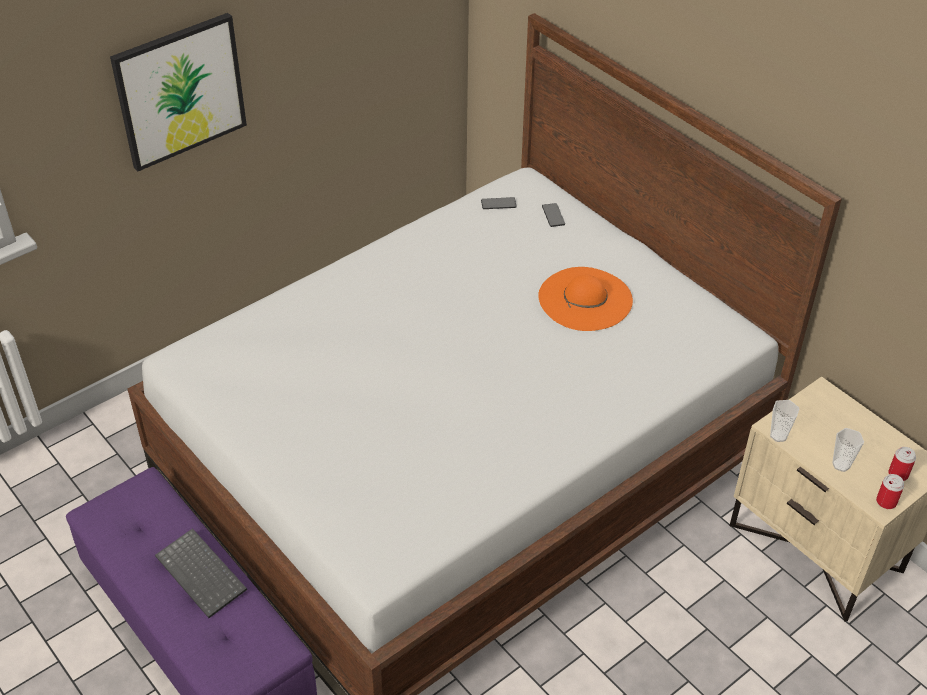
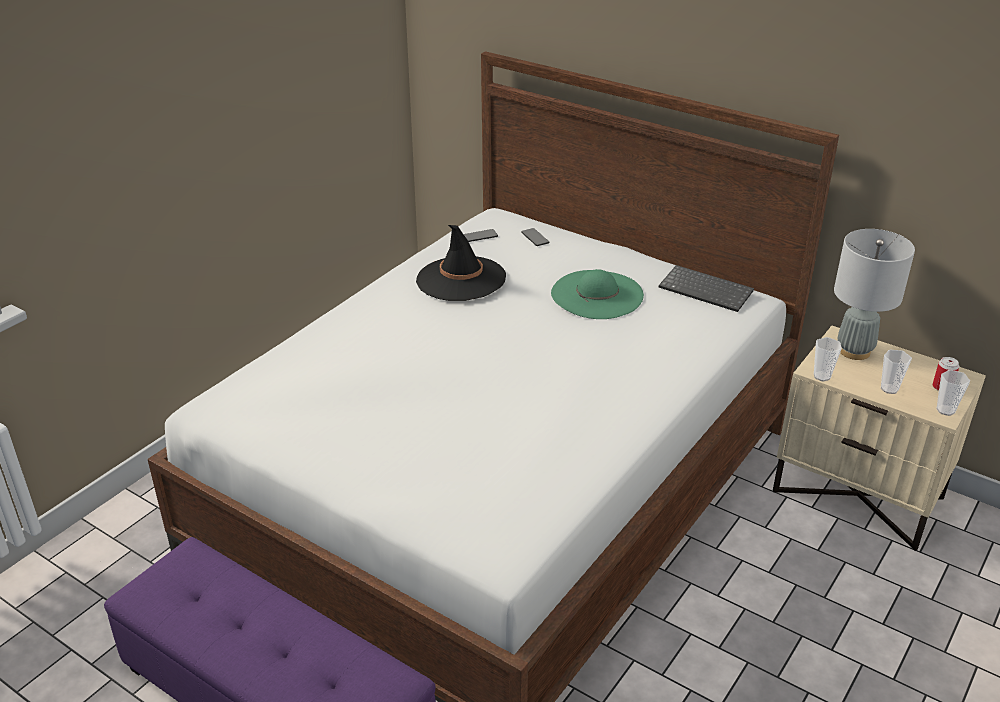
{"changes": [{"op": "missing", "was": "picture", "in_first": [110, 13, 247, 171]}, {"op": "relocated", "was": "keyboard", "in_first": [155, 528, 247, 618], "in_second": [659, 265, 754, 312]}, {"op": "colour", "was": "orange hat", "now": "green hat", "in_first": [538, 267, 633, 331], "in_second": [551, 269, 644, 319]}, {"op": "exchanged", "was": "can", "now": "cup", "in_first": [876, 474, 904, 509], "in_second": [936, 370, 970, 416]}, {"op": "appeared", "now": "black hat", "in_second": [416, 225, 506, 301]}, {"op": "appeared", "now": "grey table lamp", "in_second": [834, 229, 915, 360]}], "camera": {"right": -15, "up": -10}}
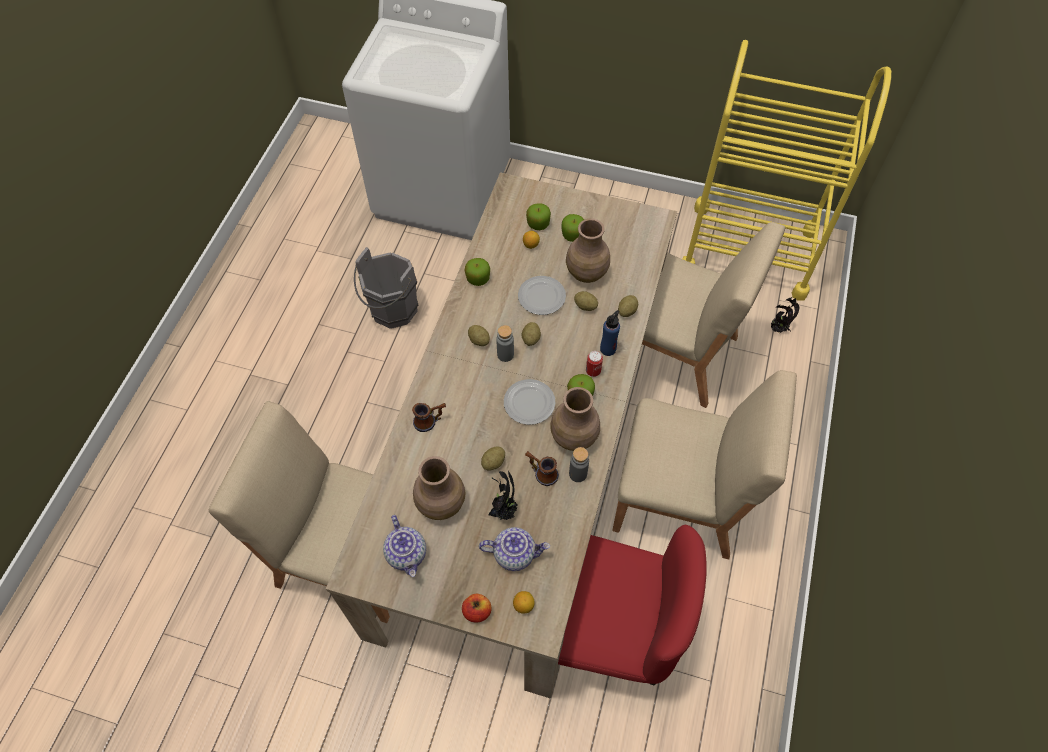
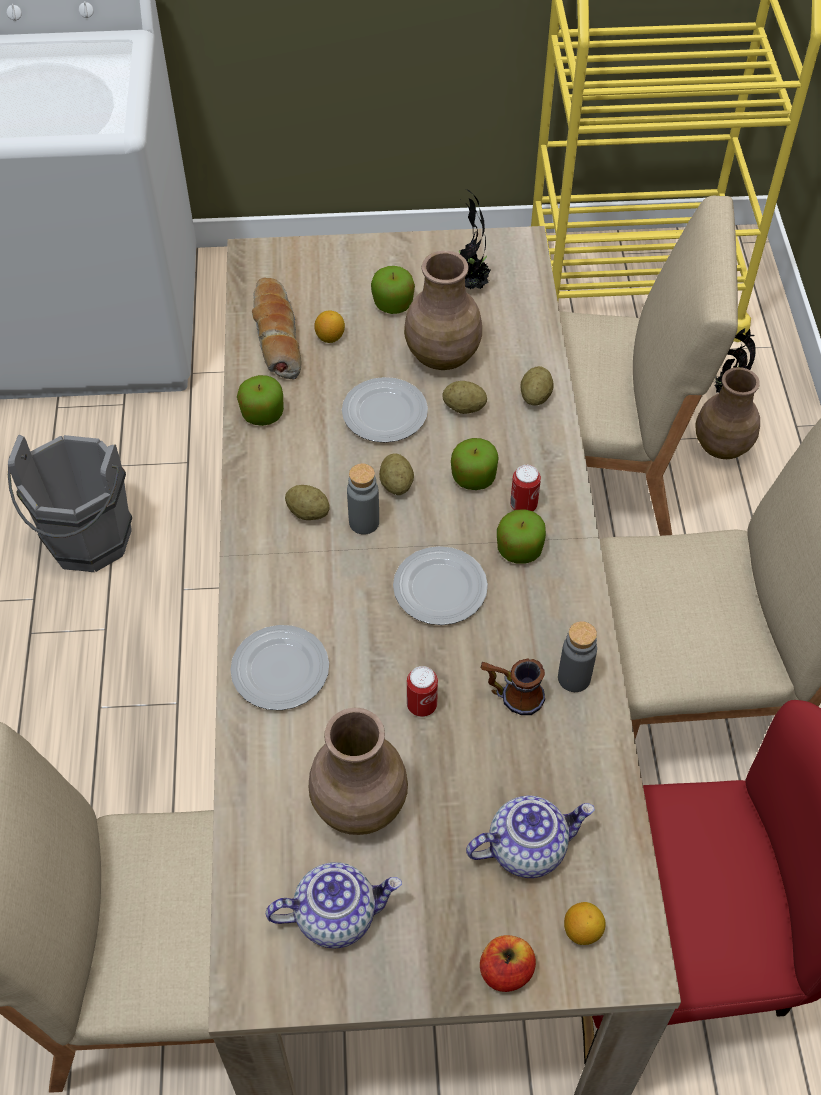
{"changes": [{"op": "spun", "was": "teapot", "in_first": [383, 515, 426, 577], "in_second": [266, 862, 402, 949], "clockwise": -60}, {"op": "exchanged", "was": "mug", "now": "plate", "in_first": [412, 403, 446, 432], "in_second": [230, 625, 329, 710]}, {"op": "exchanged", "was": "potato", "now": "can", "in_first": [481, 446, 505, 471], "in_second": [407, 666, 438, 717]}, {"op": "relocated", "was": "potted plant", "in_first": [488, 471, 518, 520], "in_second": [459, 189, 491, 289]}, {"op": "relocated", "was": "apple", "in_first": [526, 203, 551, 230], "in_second": [451, 438, 499, 490]}, {"op": "relocated", "was": "brown vase", "in_first": [550, 387, 600, 451], "in_second": [695, 367, 760, 459]}, {"op": "missing", "was": "blue bottle", "in_first": [600, 310, 620, 356]}, {"op": "appeared", "now": "bread", "in_second": [252, 278, 301, 380]}], "camera": {"right": -20, "up": -5}}
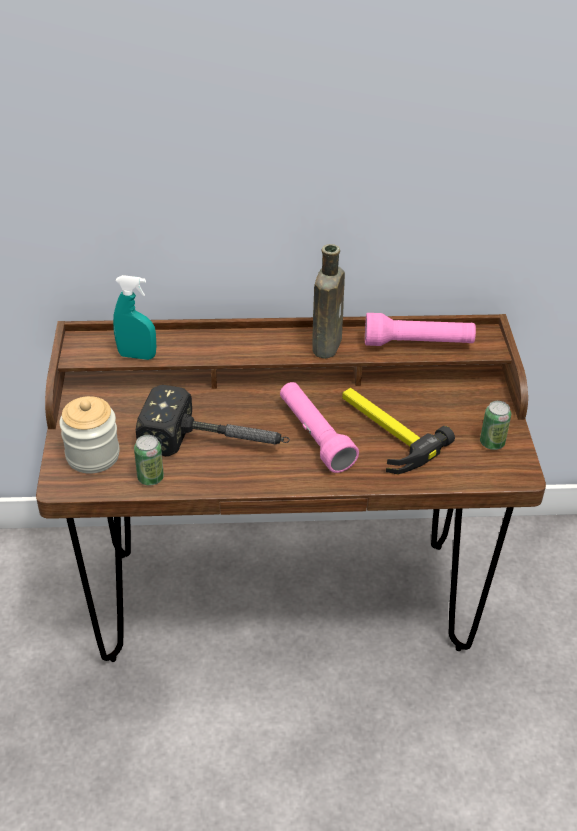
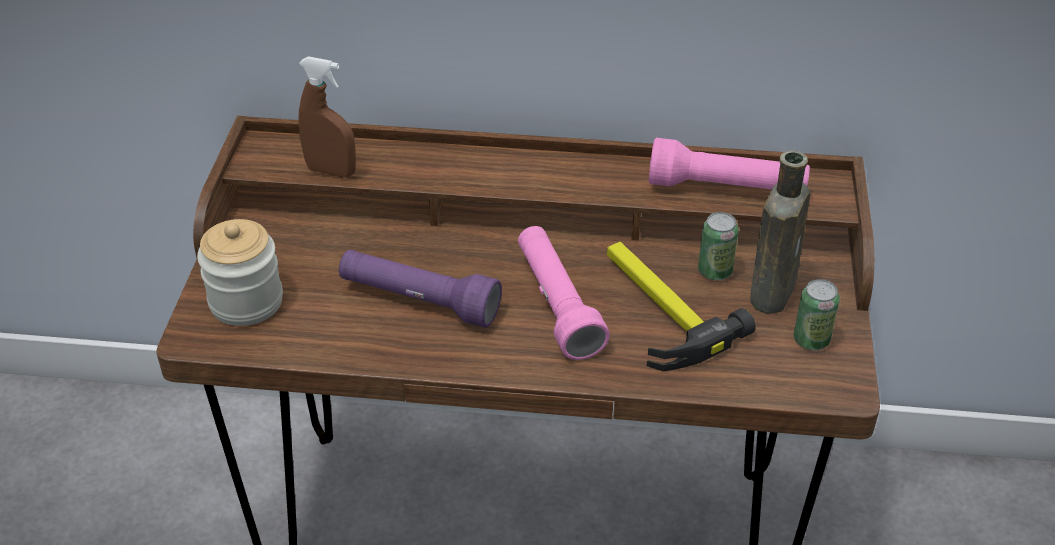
{"changes": [{"op": "colour", "was": "turquoise spray bottle", "now": "brown spray bottle", "in_first": [113, 275, 156, 360], "in_second": [298, 56, 356, 177]}, {"op": "relocated", "was": "can", "in_first": [134, 435, 164, 486], "in_second": [698, 212, 739, 280]}, {"op": "exchanged", "was": "hammer", "now": "purple flashlight", "in_first": [136, 385, 290, 456], "in_second": [339, 250, 502, 328]}, {"op": "relocated", "was": "brown bottle", "in_first": [312, 244, 345, 359], "in_second": [750, 150, 811, 314]}], "camera": {"right": 10, "up": 0}}
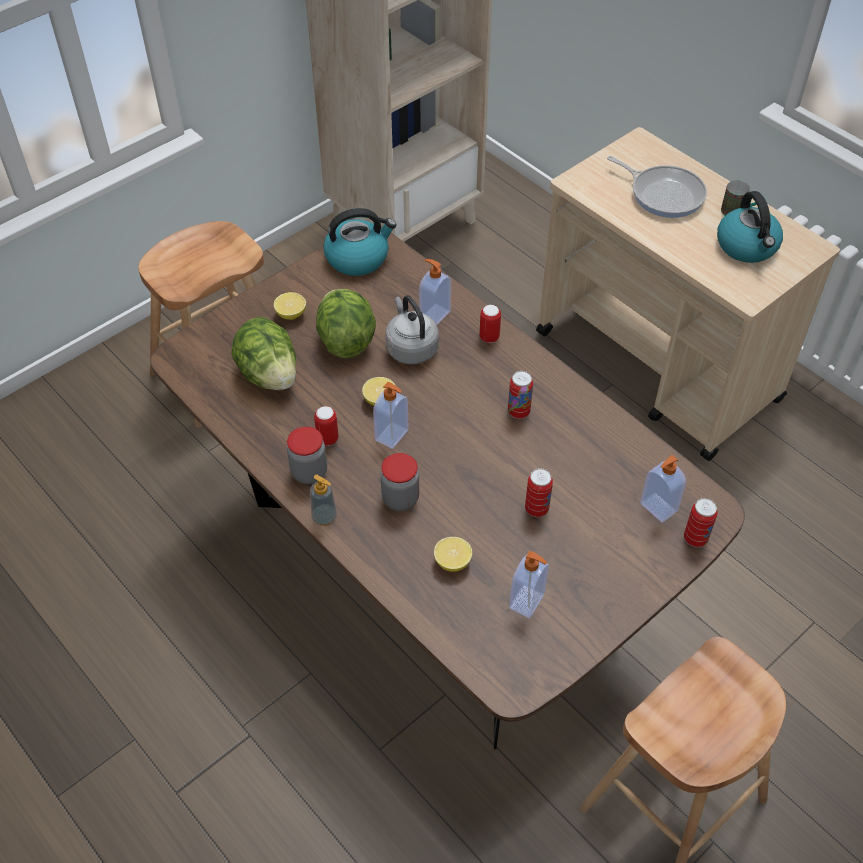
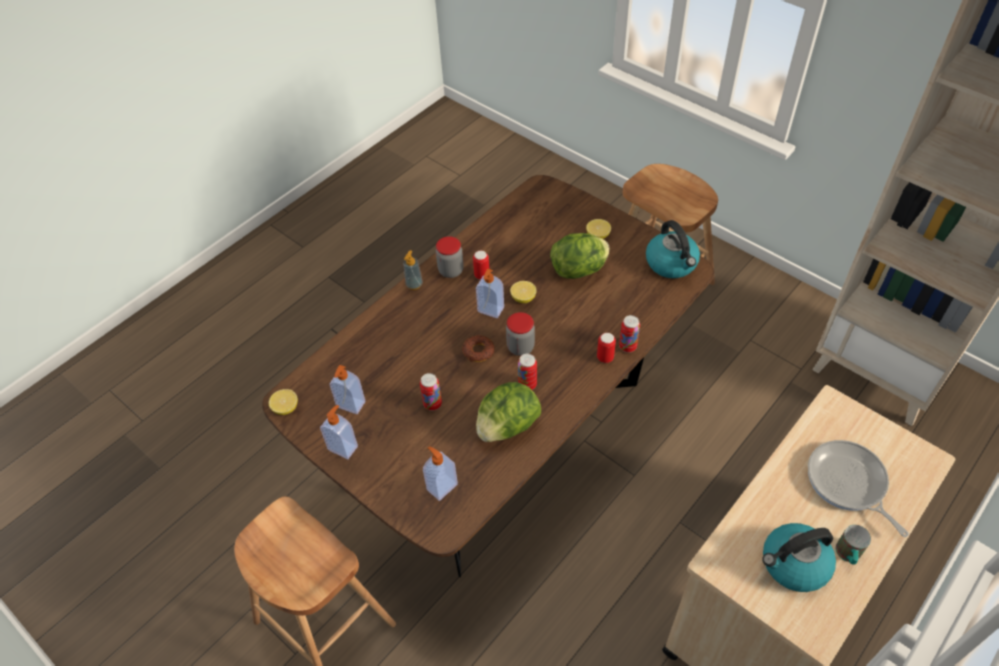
{"changes": [{"op": "relocated", "was": "lettuce", "in_first": [231, 317, 296, 390], "in_second": [476, 382, 541, 442]}, {"op": "relocated", "was": "jar", "in_first": [380, 453, 419, 511], "in_second": [506, 312, 535, 356]}, {"op": "missing", "was": "grey kettle", "in_first": [385, 295, 439, 364]}, {"op": "relocated", "was": "soap dispenser", "in_first": [419, 259, 451, 325], "in_second": [320, 405, 358, 459]}, {"op": "relocated", "was": "lemon", "in_first": [434, 537, 472, 572], "in_second": [269, 389, 298, 415]}, {"op": "spun", "was": "frying pan", "in_first": [607, 156, 707, 218], "in_second": [808, 440, 909, 537], "clockwise": 120}, {"op": "relocated", "was": "can", "in_first": [684, 498, 718, 547], "in_second": [619, 315, 640, 353]}, {"op": "appeared", "now": "donut", "in_second": [462, 335, 494, 362]}], "camera": {"right": 85, "up": 0}}
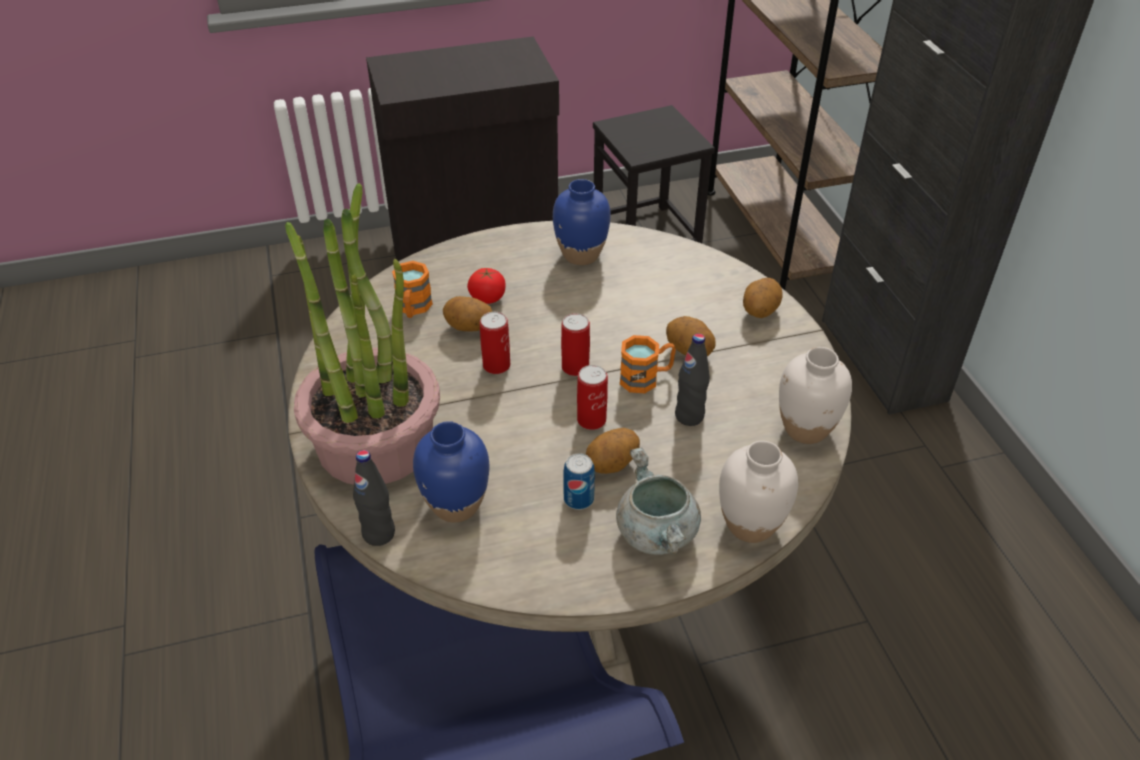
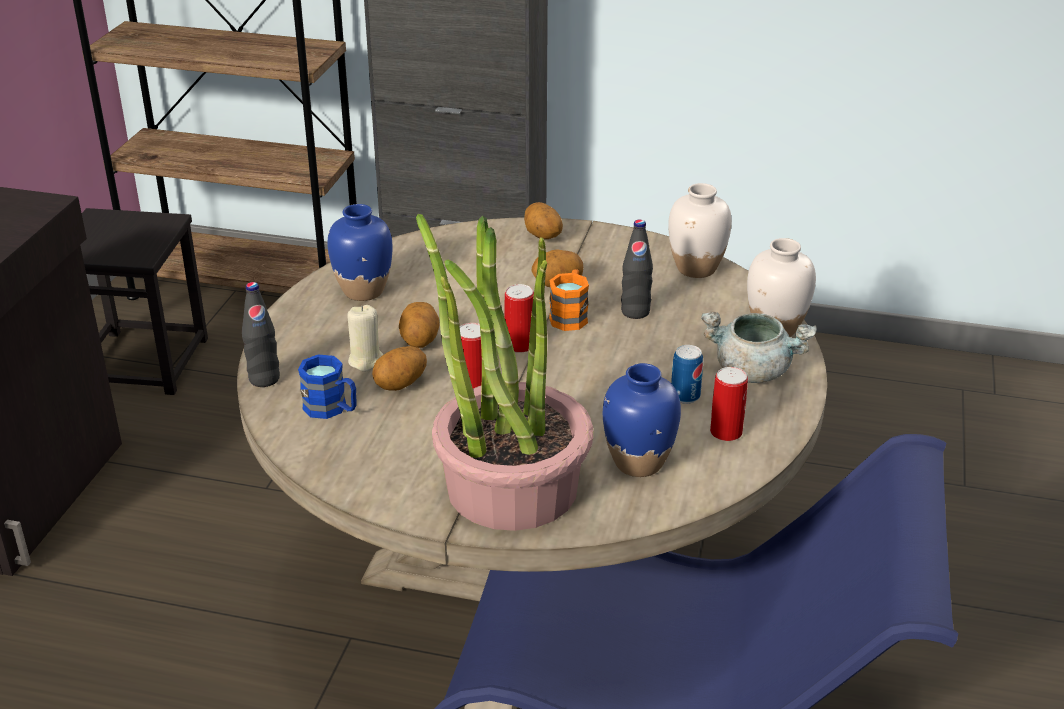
{"changes": [{"op": "relocated", "was": "black bottle", "in_first": [353, 450, 395, 546], "in_second": [242, 282, 280, 387]}, {"op": "colour", "was": "orange mug", "now": "blue mug", "in_first": [392, 261, 433, 318], "in_second": [298, 354, 357, 419]}, {"op": "exchanged", "was": "tomato", "now": "beige candle", "in_first": [467, 268, 505, 304], "in_second": [347, 305, 384, 372]}, {"op": "relocated", "was": "can", "in_first": [577, 365, 608, 430], "in_second": [710, 367, 748, 441]}, {"op": "relocated", "was": "potato", "in_first": [585, 428, 640, 474], "in_second": [399, 302, 440, 348]}], "camera": {"right": -60, "up": -10}}
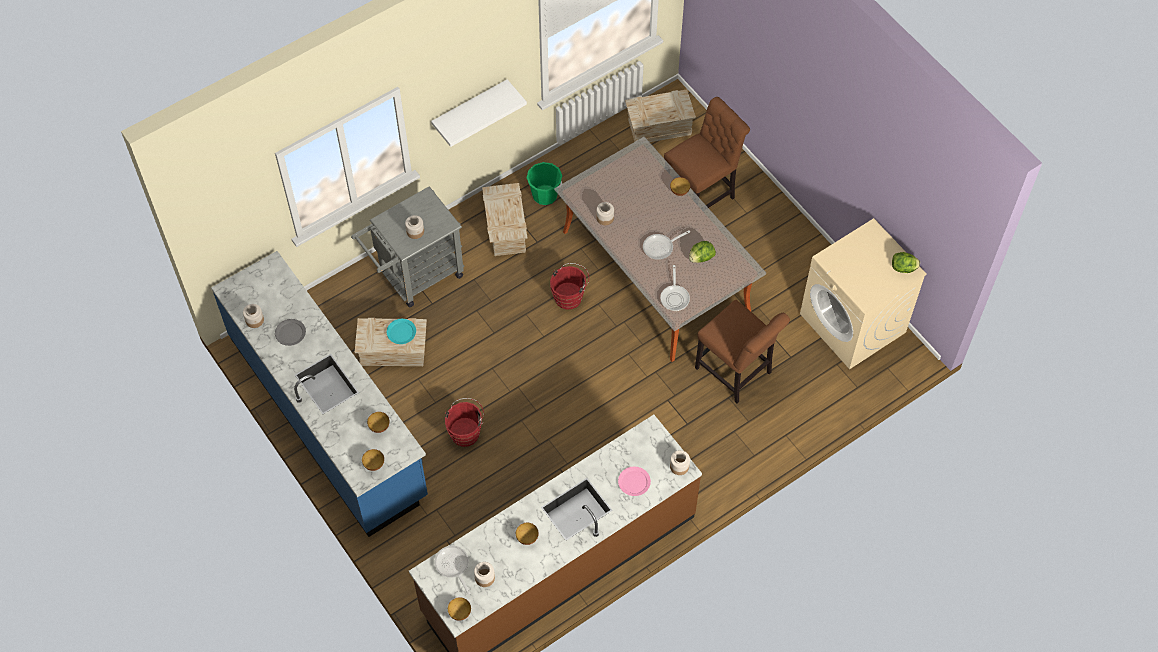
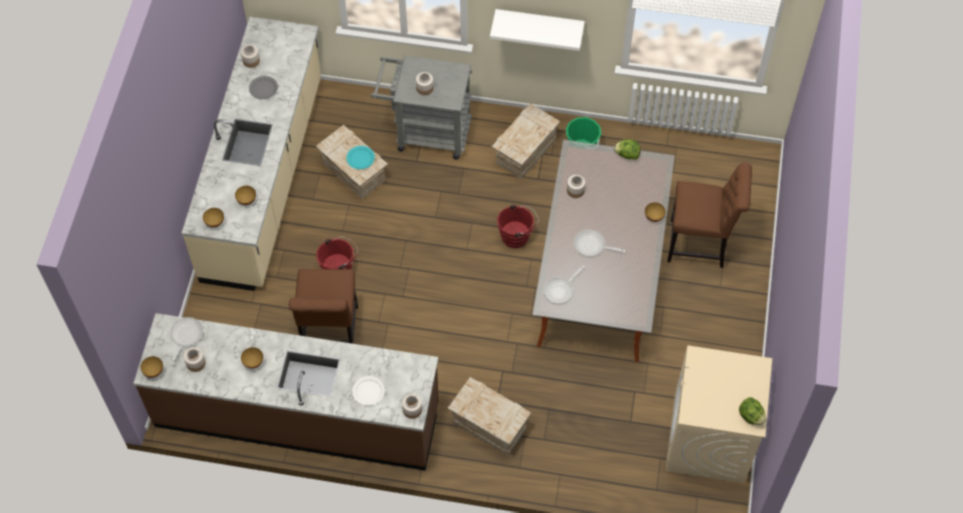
{"changes": [{"op": "colour", "was": "blue counter", "now": "beige counter", "in_first": [211, 251, 428, 537], "in_second": [182, 17, 321, 291]}, {"op": "colour", "was": "pink plate", "now": "white plate", "in_first": [618, 467, 651, 496], "in_second": [352, 376, 385, 406]}, {"op": "relocated", "was": "crate", "in_first": [625, 89, 696, 142], "in_second": [448, 377, 531, 455]}, {"op": "relocated", "was": "lettuce", "in_first": [689, 241, 716, 263], "in_second": [614, 139, 641, 160]}, {"op": "relocated", "was": "brown chair", "in_first": [695, 300, 790, 403], "in_second": [289, 269, 358, 344]}], "camera": {"right": 45, "up": 0}}
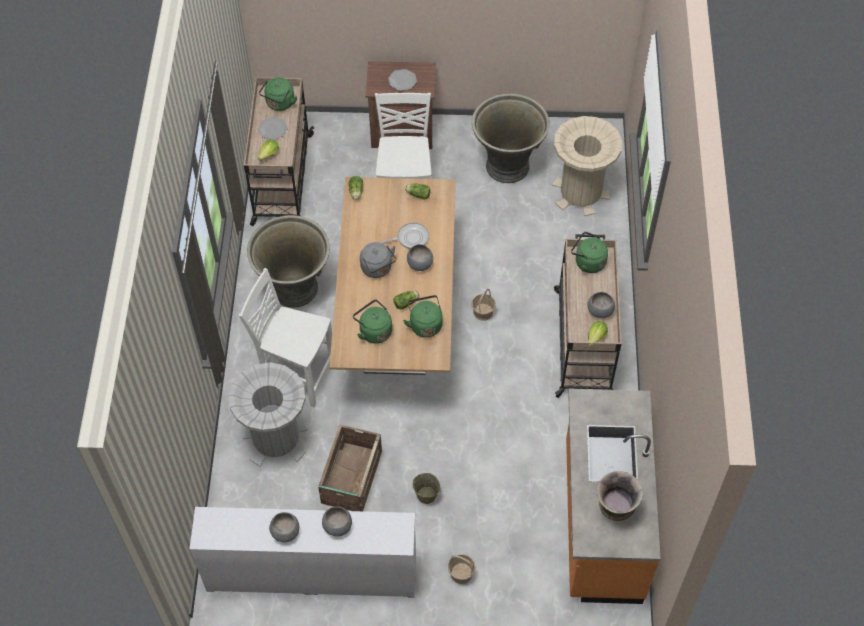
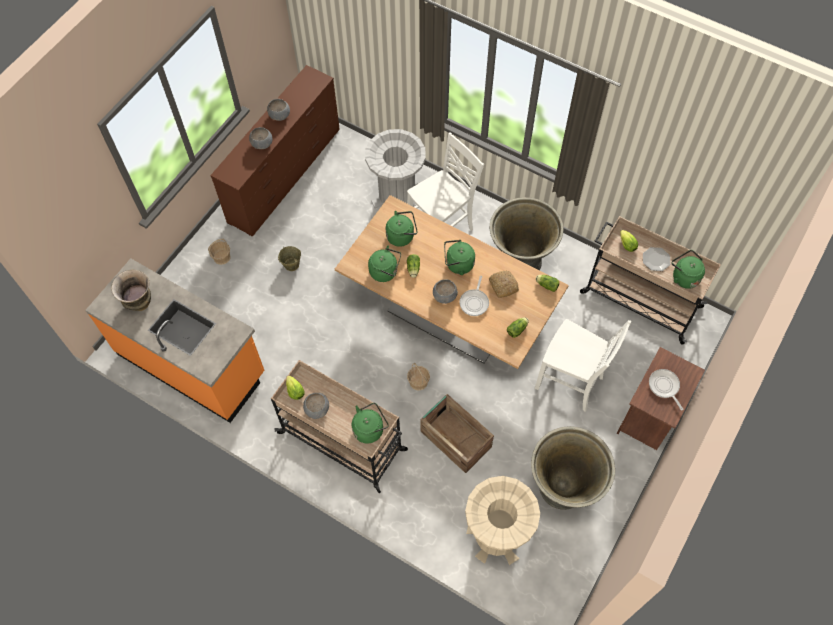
{"changes": [{"op": "colour", "was": "white dresser", "now": "brown dresser", "in_first": [189, 507, 416, 598], "in_second": [210, 65, 340, 236]}, {"op": "relocated", "was": "crate", "in_first": [318, 424, 382, 511], "in_second": [420, 394, 494, 473]}, {"op": "colour", "was": "grey kettle", "now": "green kettle", "in_first": [360, 242, 396, 278], "in_second": [444, 240, 475, 275]}, {"op": "exchanged", "was": "plate", "now": "frying pan", "in_first": [388, 69, 417, 91], "in_second": [649, 369, 683, 410]}, {"op": "appeared", "now": "bread", "in_second": [489, 271, 519, 298]}], "camera": {"right": 120, "up": 5}}
